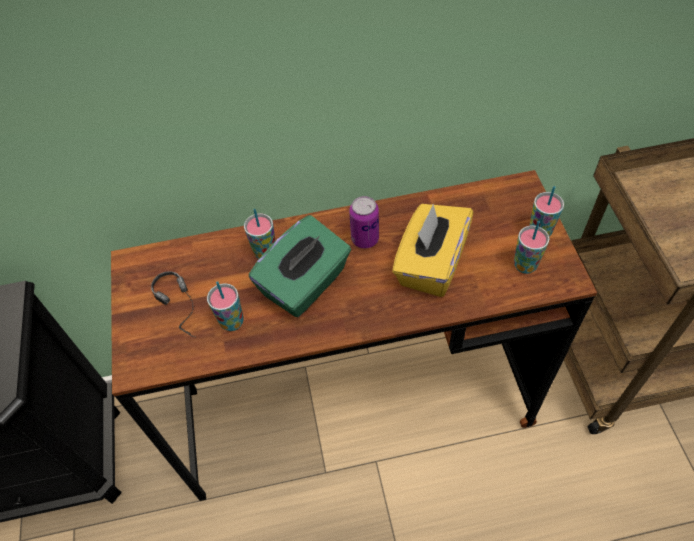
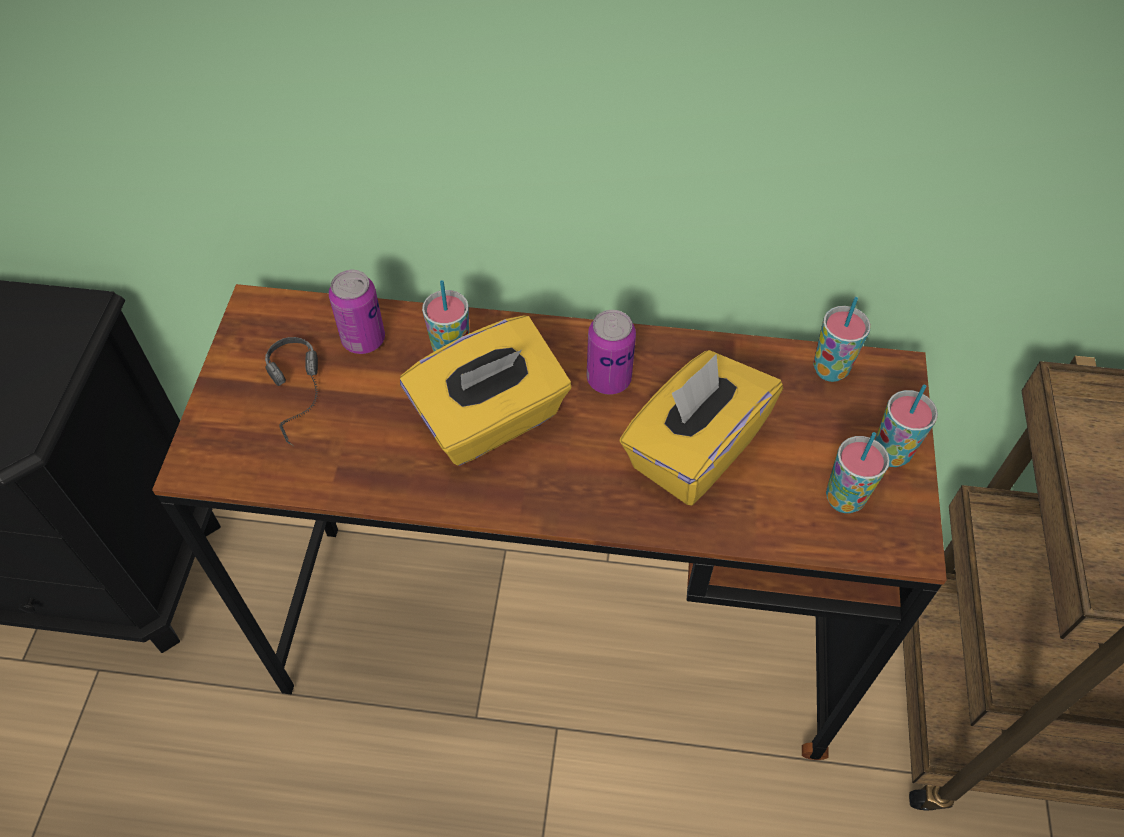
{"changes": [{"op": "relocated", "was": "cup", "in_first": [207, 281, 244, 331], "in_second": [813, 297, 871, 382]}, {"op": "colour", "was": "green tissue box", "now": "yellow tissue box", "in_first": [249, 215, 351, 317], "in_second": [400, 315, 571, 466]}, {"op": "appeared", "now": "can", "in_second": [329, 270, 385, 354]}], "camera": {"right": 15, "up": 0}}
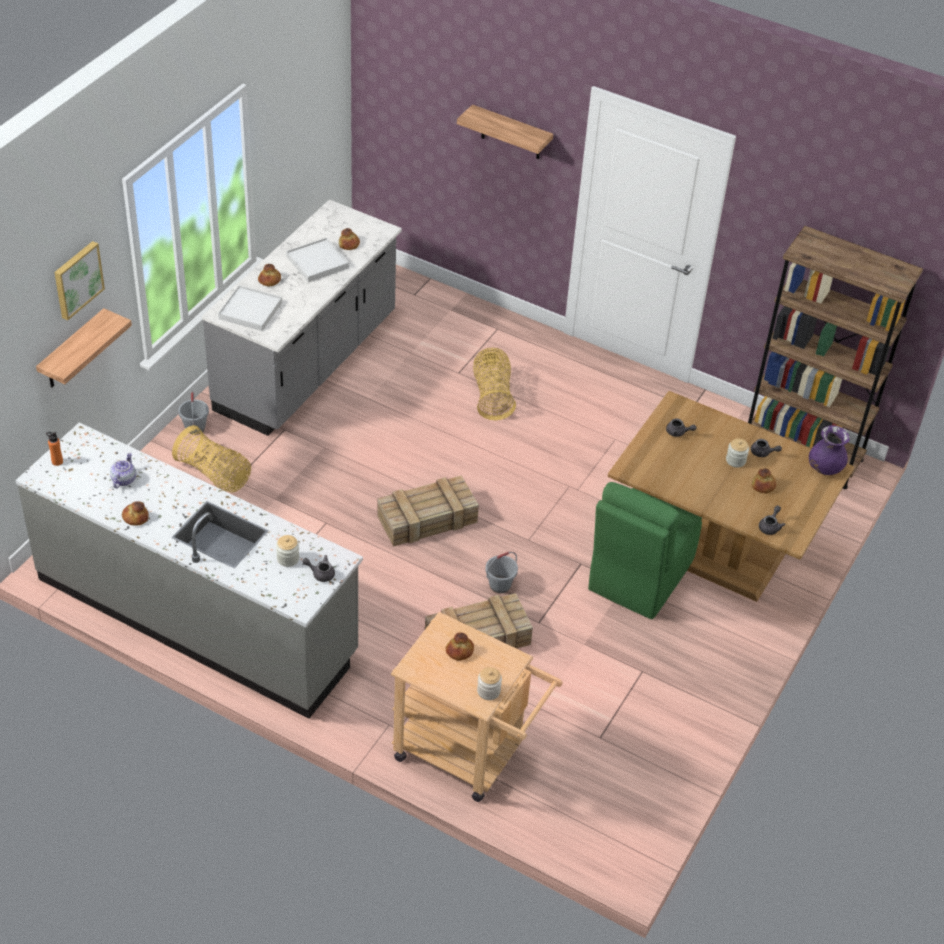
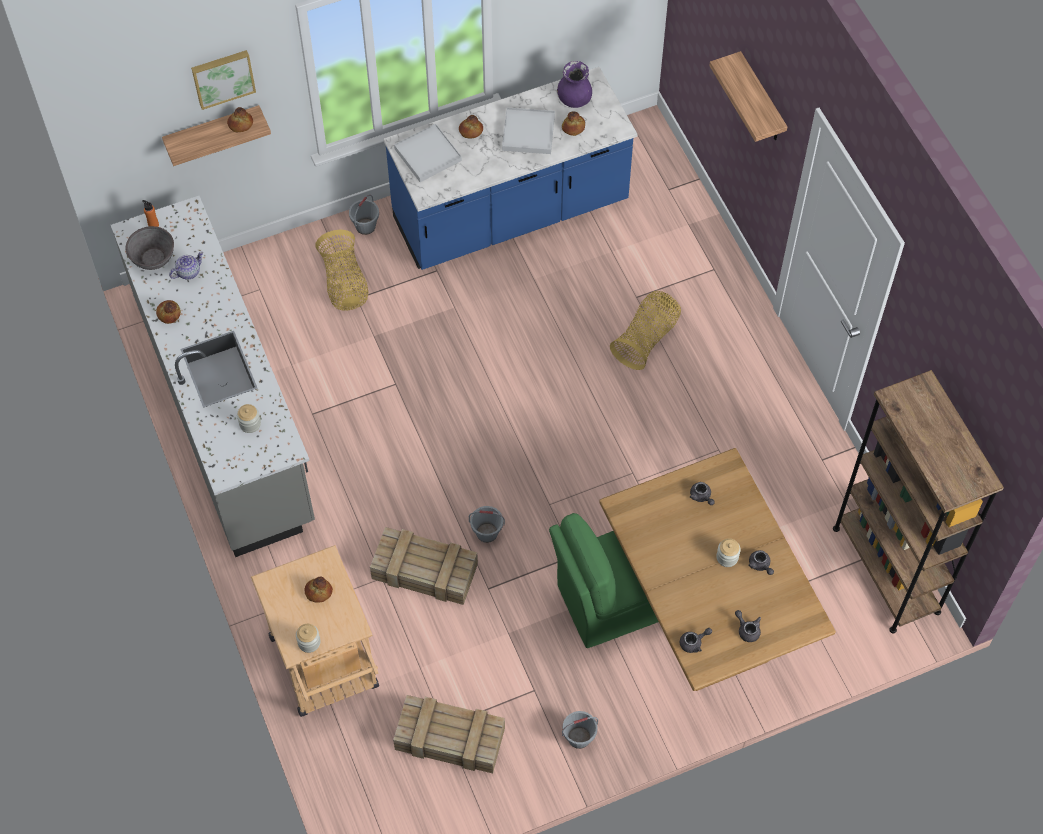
{"changes": [{"op": "colour", "was": "grey counter", "now": "blue counter", "in_first": [202, 200, 402, 436], "in_second": [384, 67, 637, 270]}, {"op": "relocated", "was": "grey teapot", "in_first": [302, 555, 335, 582], "in_second": [735, 610, 761, 642]}, {"op": "relocated", "was": "crate", "in_first": [377, 475, 479, 547], "in_second": [393, 695, 505, 773]}, {"op": "relocated", "was": "bread", "in_first": [752, 468, 776, 494], "in_second": [227, 107, 253, 132]}, {"op": "relocated", "was": "purple vase", "in_first": [809, 425, 850, 475], "in_second": [557, 61, 592, 108]}, {"op": "appeared", "now": "grey bowl", "in_second": [126, 226, 174, 270]}, {"op": "appeared", "now": "grey bucket", "in_second": [562, 711, 598, 749]}], "camera": {"right": 40, "up": 15}}
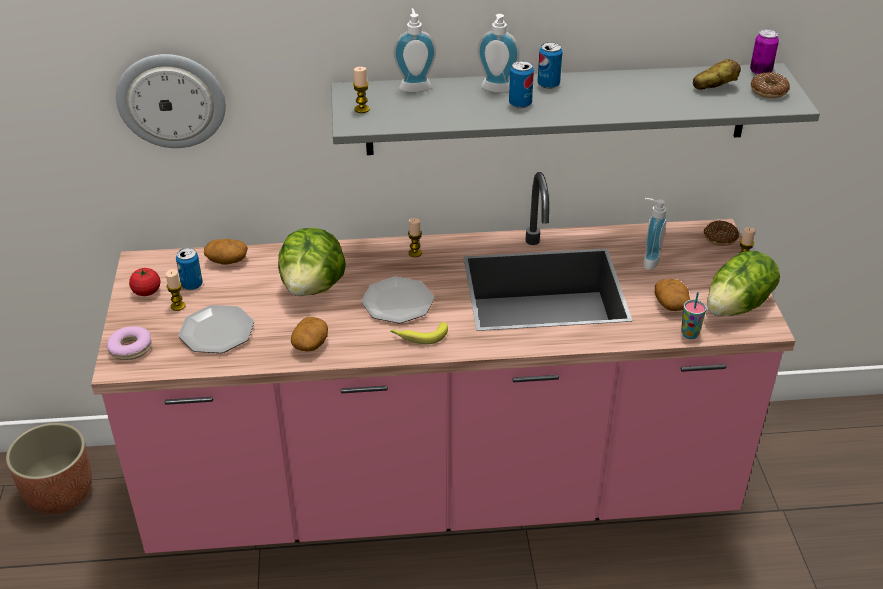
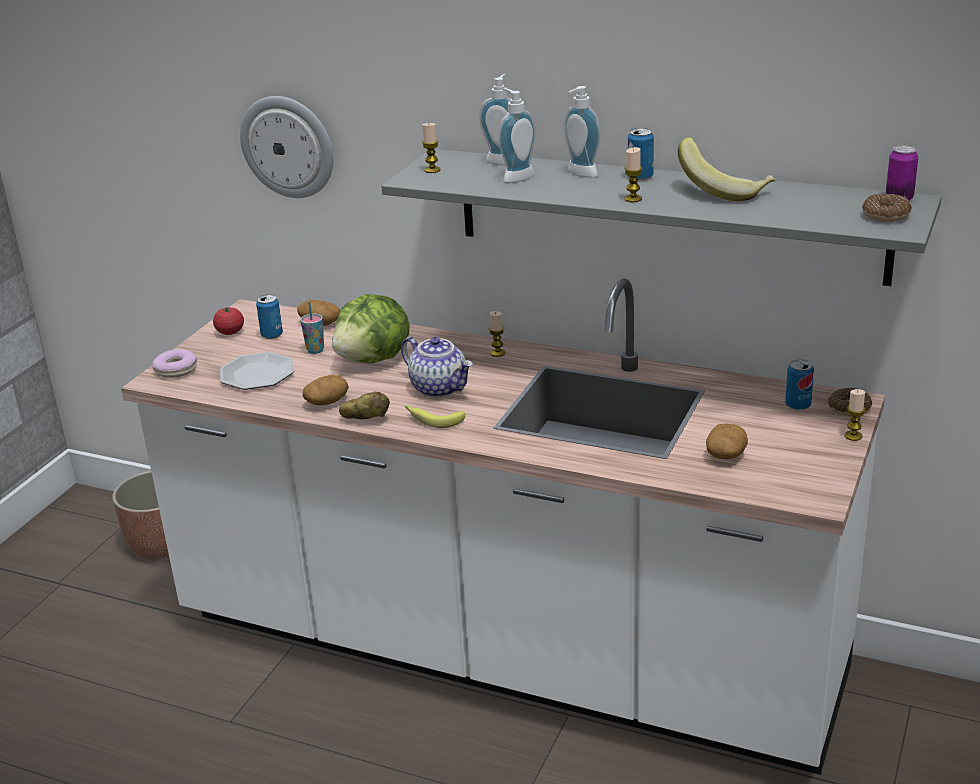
{"changes": [{"op": "colour", "was": "pink counter", "now": "white counter", "in_first": [91, 172, 795, 553], "in_second": [121, 279, 885, 775]}, {"op": "relocated", "was": "candle", "in_first": [166, 269, 185, 311], "in_second": [624, 147, 642, 202]}, {"op": "exchanged", "was": "plate", "now": "teapot", "in_first": [361, 277, 434, 323], "in_second": [401, 337, 473, 398]}, {"op": "relocated", "was": "can", "in_first": [509, 61, 534, 108], "in_second": [785, 359, 814, 411]}, {"op": "relocated", "was": "soap dispenser", "in_first": [643, 198, 666, 270], "in_second": [498, 89, 536, 183]}, {"op": "relocated", "was": "cup", "in_first": [681, 292, 706, 339], "in_second": [300, 302, 324, 354]}, {"op": "relocated", "was": "potato", "in_first": [693, 59, 741, 90], "in_second": [339, 392, 390, 420]}, {"op": "missing", "was": "lettuce", "in_first": [707, 251, 780, 317]}, {"op": "appeared", "now": "banana", "in_second": [678, 137, 775, 201]}], "camera": {"right": 30, "up": -10}}
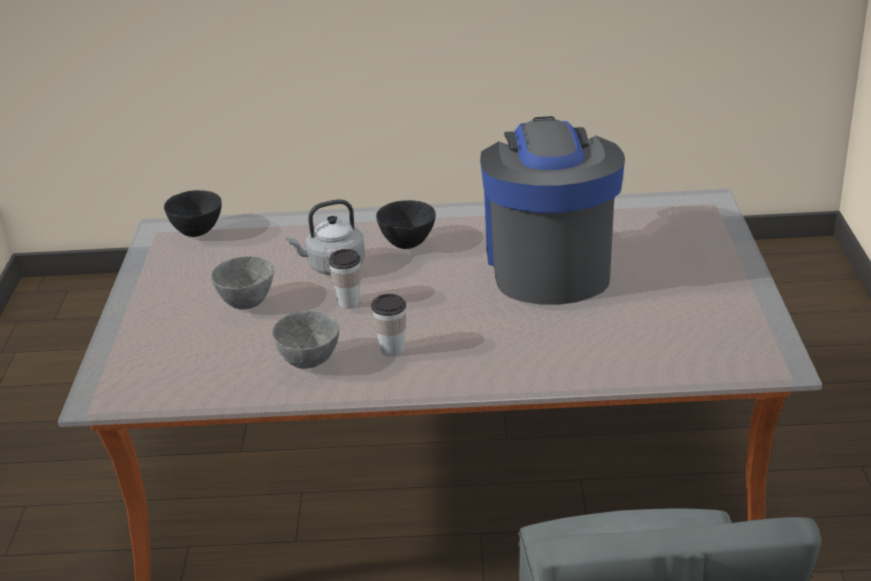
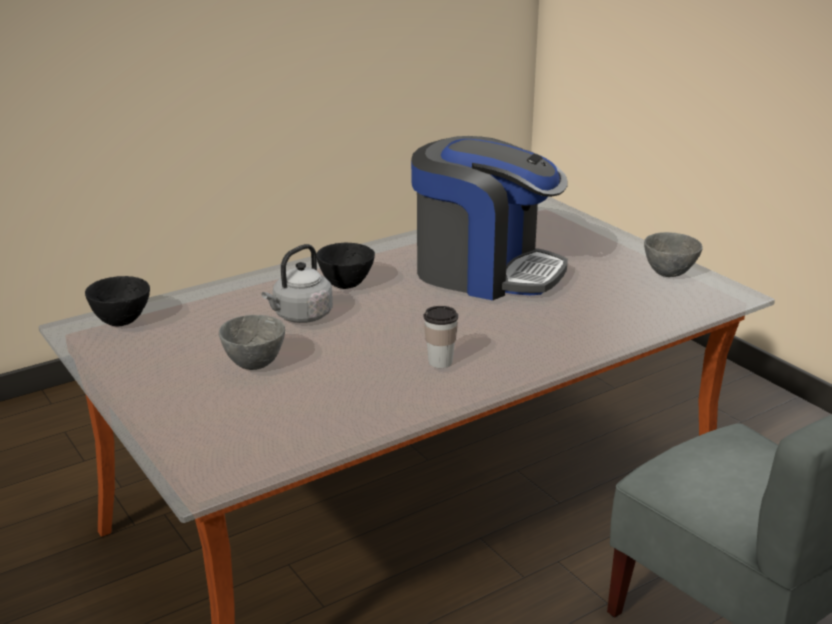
{"changes": [{"op": "relocated", "was": "grey bowl", "in_first": [272, 311, 339, 369], "in_second": [644, 232, 703, 277]}, {"op": "missing", "was": "cup", "in_first": [329, 249, 361, 308]}, {"op": "spun", "was": "coffee machine", "in_first": [480, 116, 625, 305], "in_second": [411, 136, 568, 300], "clockwise": 150}], "camera": {"right": -35, "up": -5}}
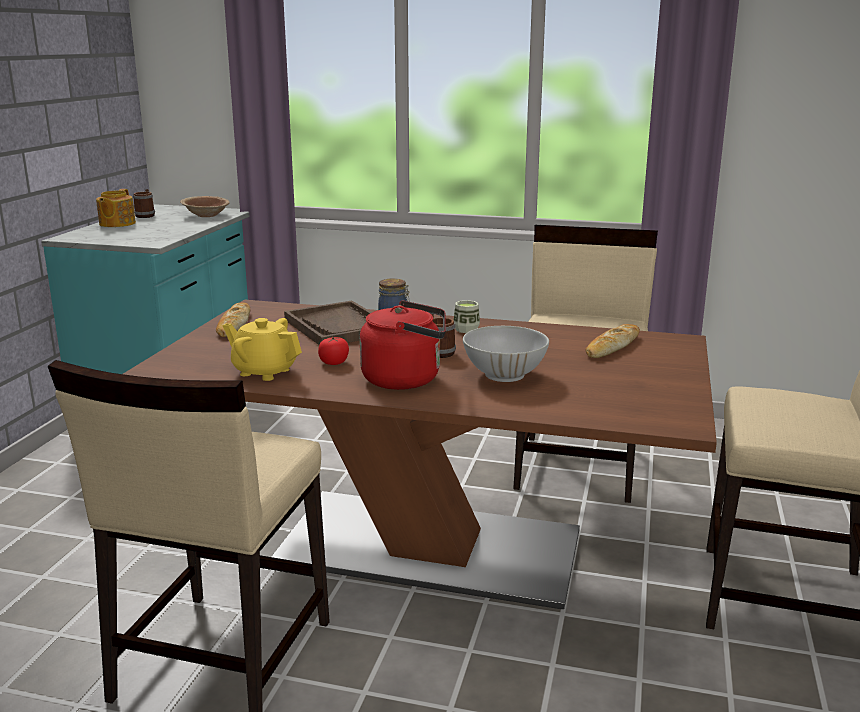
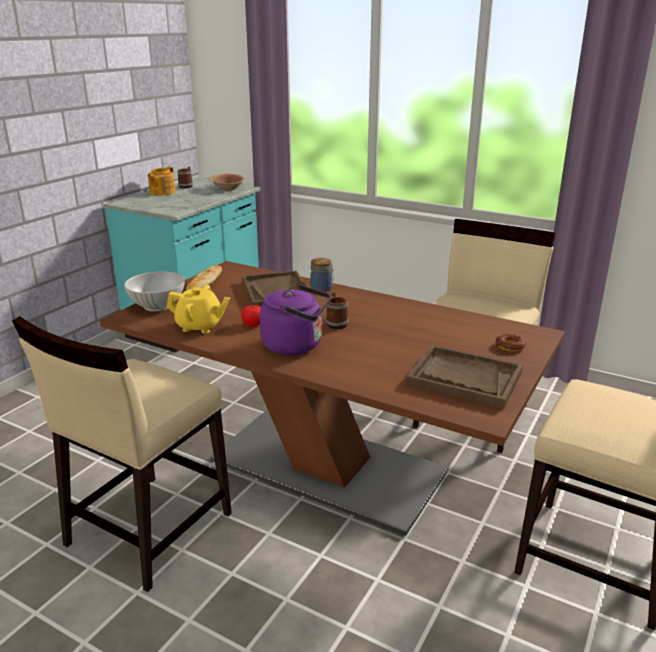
{"changes": [{"op": "spun", "was": "yellow teapot", "in_first": [223, 318, 302, 381], "in_second": [167, 285, 230, 334], "clockwise": 150}, {"op": "colour", "was": "red kettle", "now": "purple kettle", "in_first": [360, 300, 446, 390], "in_second": [260, 285, 331, 355]}, {"op": "missing", "was": "cup", "in_first": [454, 300, 480, 333]}, {"op": "relocated", "was": "white bowl", "in_first": [463, 326, 549, 382], "in_second": [124, 272, 185, 311]}, {"op": "missing", "was": "bread", "in_first": [585, 324, 640, 358]}, {"op": "appeared", "now": "brown tray", "in_second": [406, 345, 523, 409]}, {"op": "appeared", "now": "donut", "in_second": [495, 334, 526, 352]}], "camera": {"right": 15, "up": 5}}
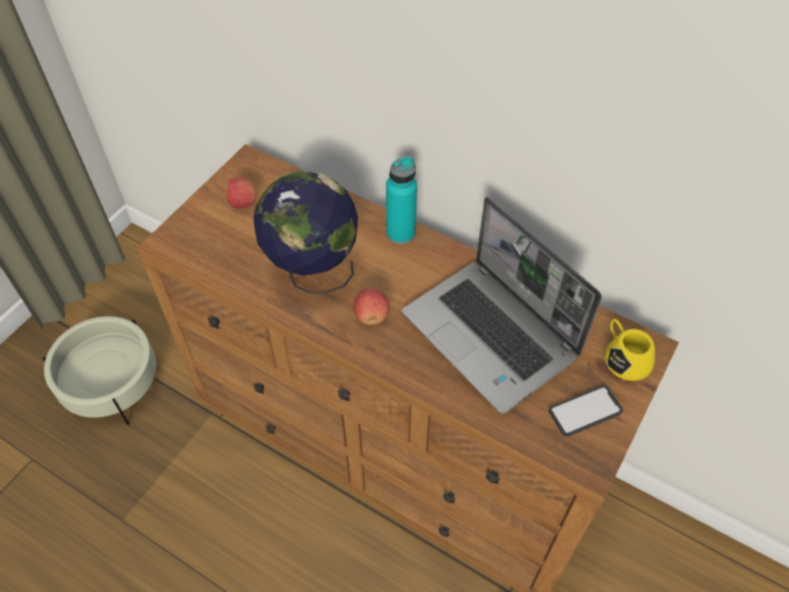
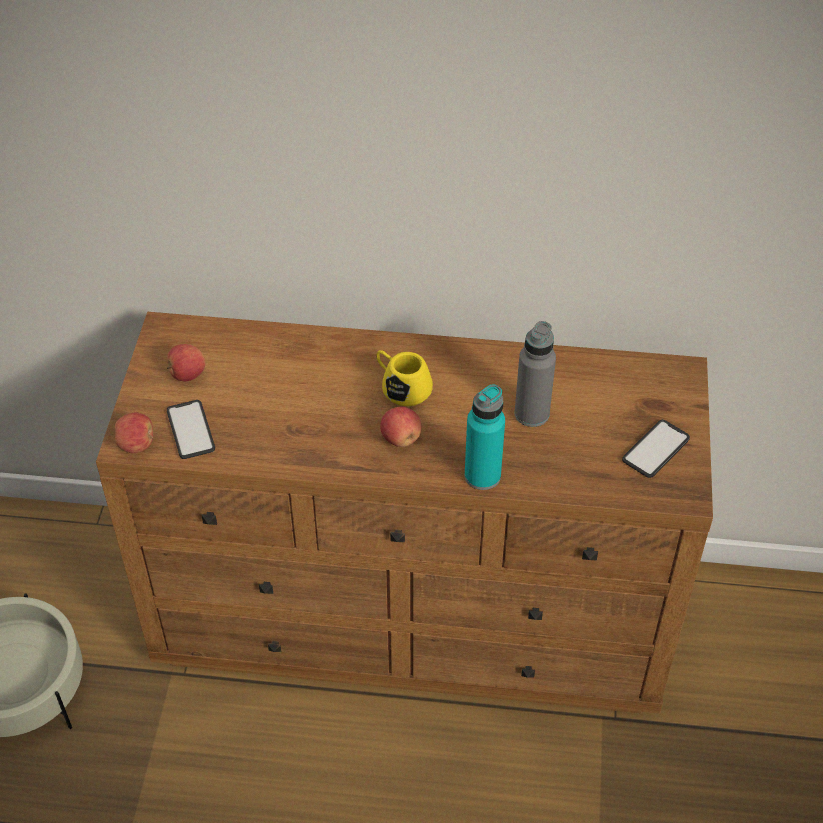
{"changes": [{"op": "missing", "was": "globe", "in_first": [253, 171, 358, 294]}, {"op": "relocated", "was": "turquoise bottle", "in_first": [386, 156, 417, 244], "in_second": [465, 384, 505, 490]}, {"op": "exchanged", "was": "laptop", "now": "grey bottle", "in_first": [402, 197, 602, 414], "in_second": [514, 321, 556, 427]}, {"op": "relocated", "was": "yellow mug", "in_first": [605, 319, 655, 381], "in_second": [376, 350, 433, 406]}, {"op": "appeared", "now": "apple", "in_second": [115, 413, 153, 453]}, {"op": "appeared", "now": "phone", "in_second": [167, 400, 215, 459]}], "camera": {"right": -25, "up": -5}}
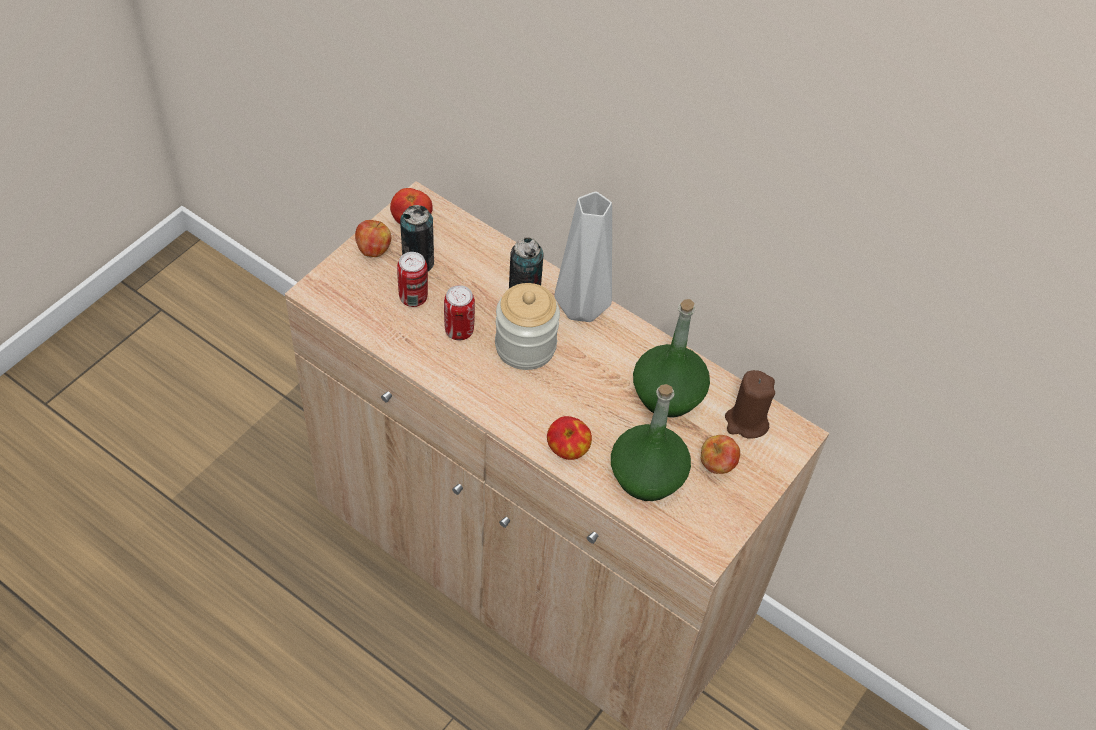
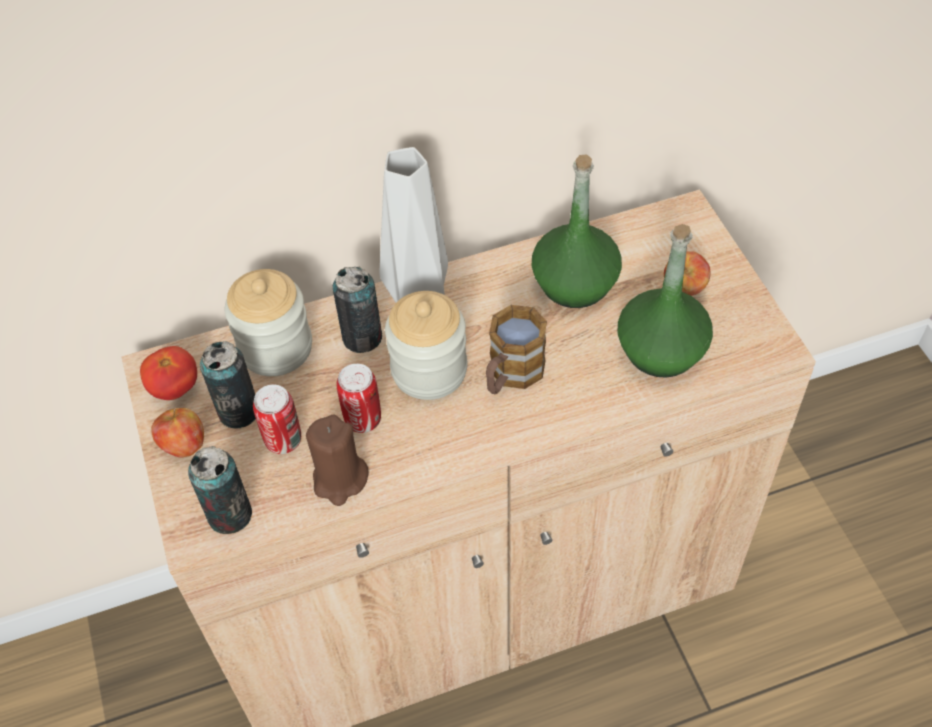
{"changes": [{"op": "missing", "was": "apple", "in_first": [547, 416, 592, 460]}, {"op": "relocated", "was": "brown candle", "in_first": [725, 370, 775, 439], "in_second": [306, 414, 369, 506]}, {"op": "appeared", "now": "can", "in_second": [188, 446, 252, 534]}, {"op": "appeared", "now": "jar", "in_second": [225, 269, 312, 376]}, {"op": "appeared", "now": "mug", "in_second": [486, 305, 547, 395]}], "camera": {"right": -50, "up": 0}}
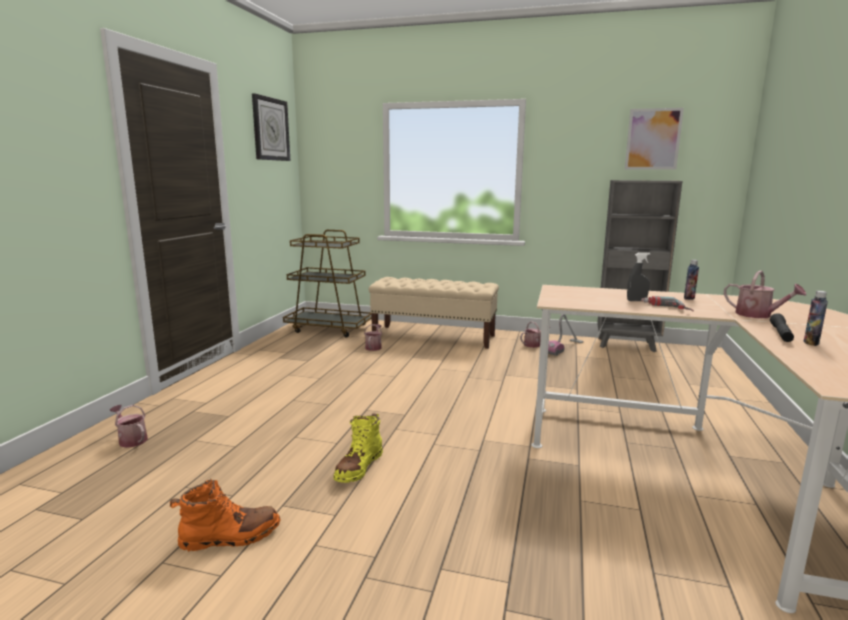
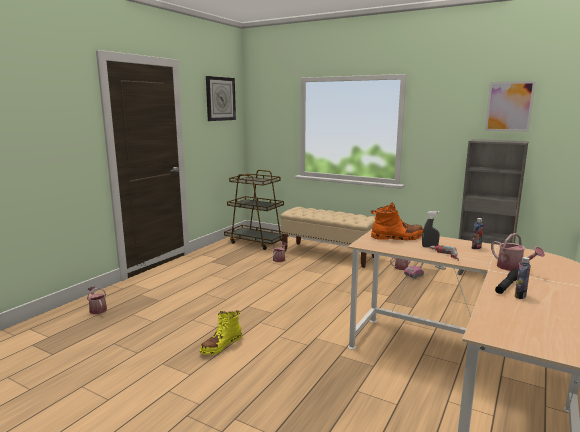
{"changes": [{"op": "relocated", "was": "orange boot", "in_first": [170, 479, 281, 552], "in_second": [371, 203, 423, 240]}], "camera": {"right": 15, "up": 0}}
